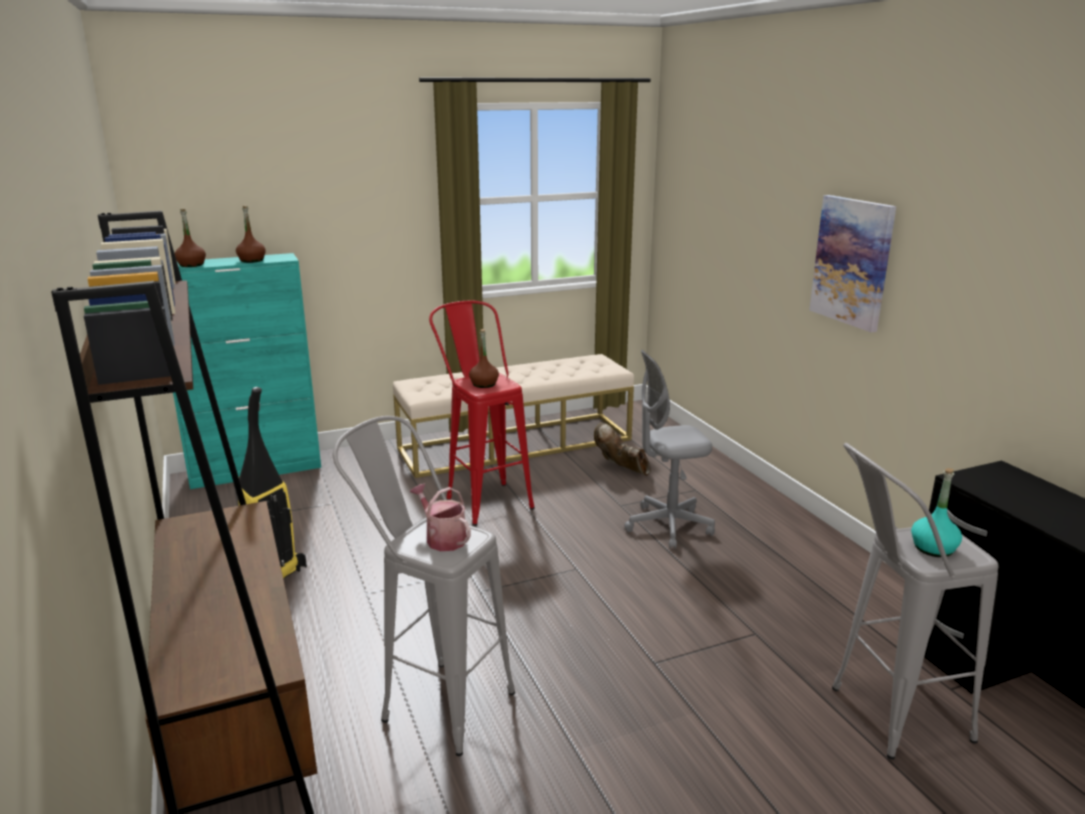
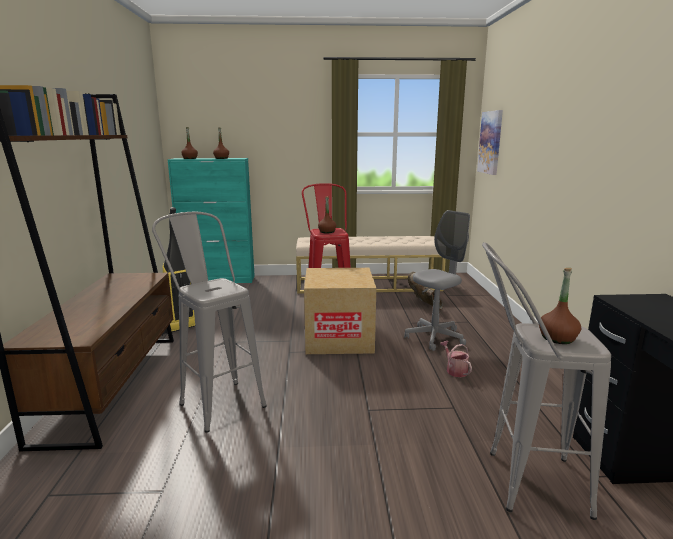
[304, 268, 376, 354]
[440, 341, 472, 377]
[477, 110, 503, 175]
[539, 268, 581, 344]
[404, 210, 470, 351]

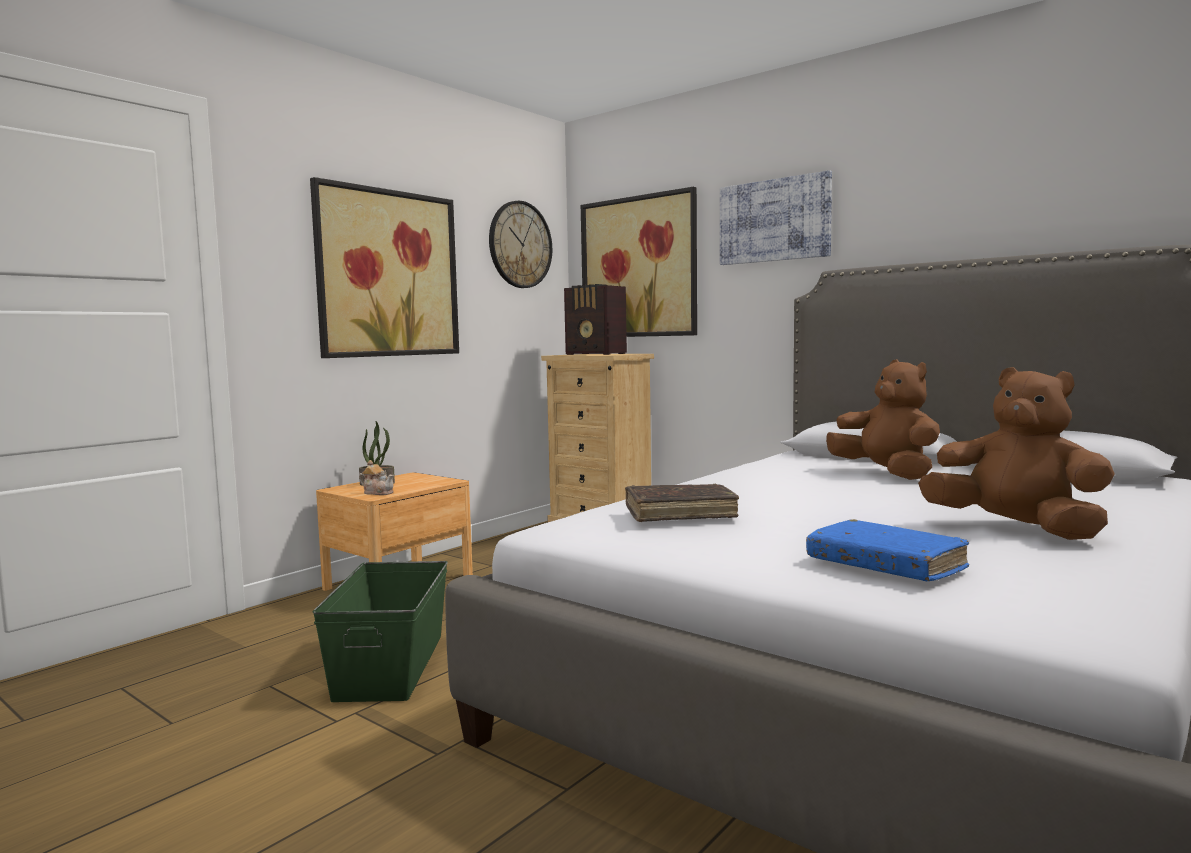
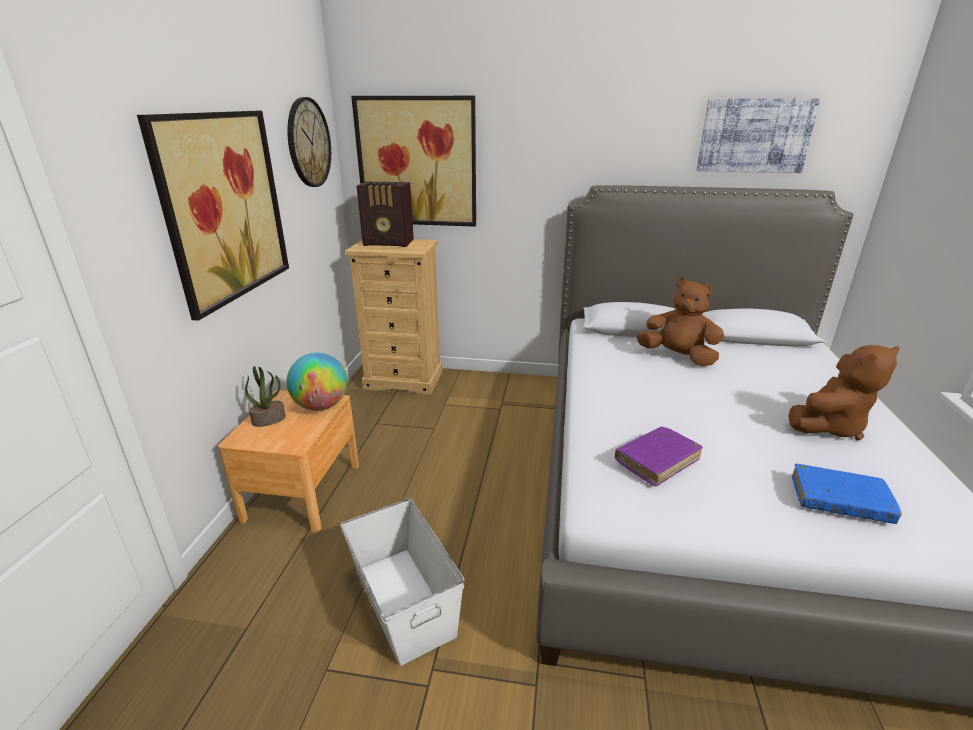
[359, 460, 394, 495] (first image)
[287, 353, 347, 411]
[697, 98, 821, 173]
[340, 498, 464, 666]
[615, 427, 703, 486]
[788, 345, 900, 441]

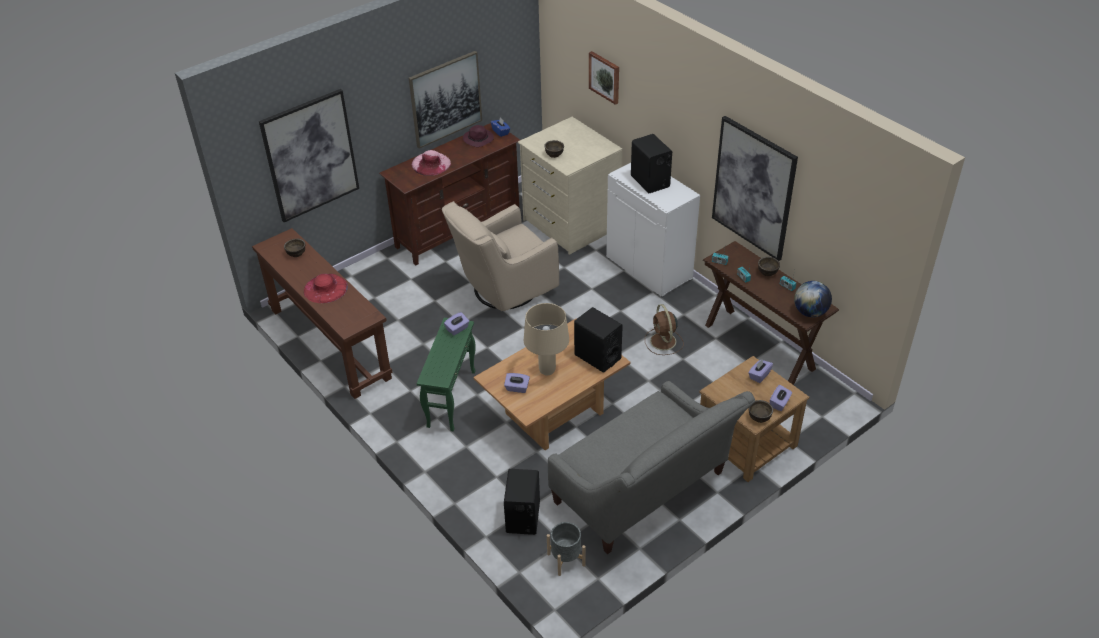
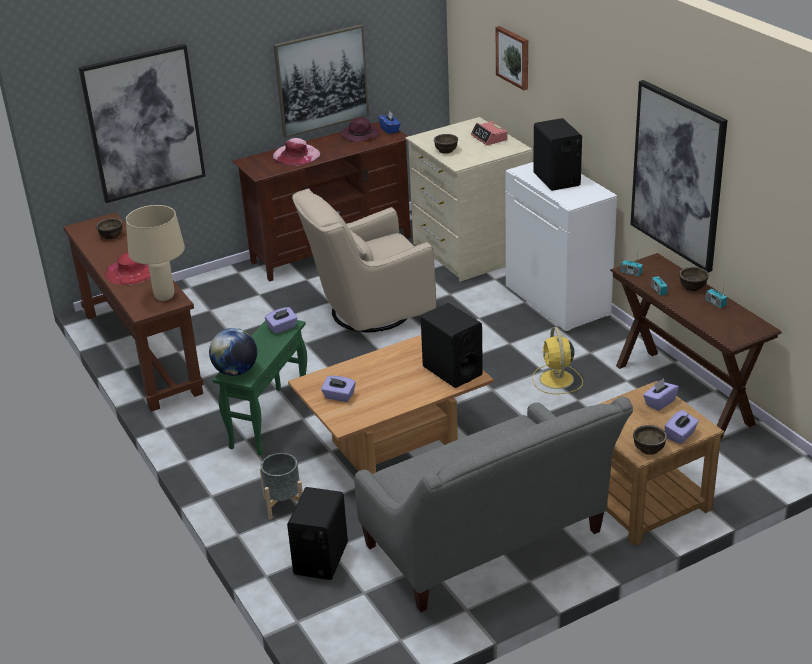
[471, 121, 507, 145]
[126, 205, 185, 301]
[260, 453, 303, 520]
[209, 328, 257, 376]
[532, 327, 583, 394]

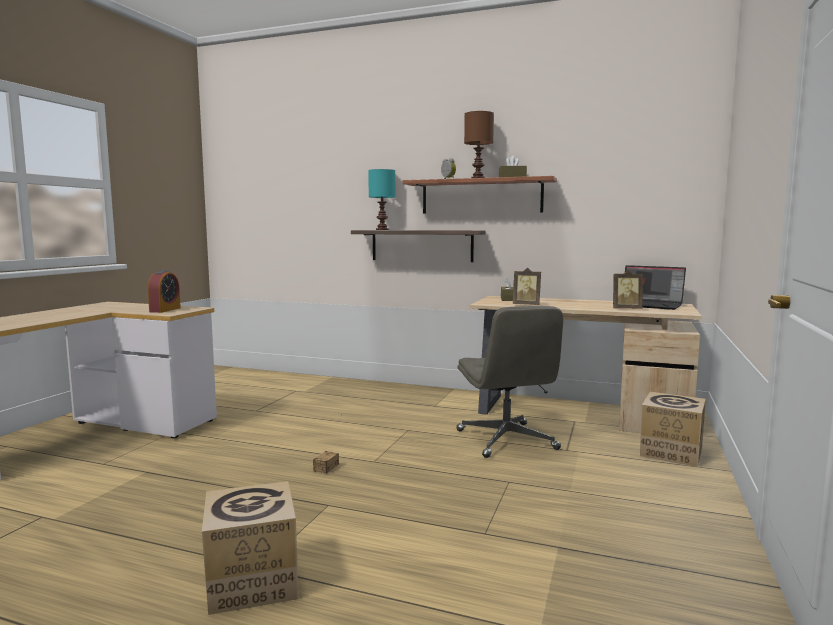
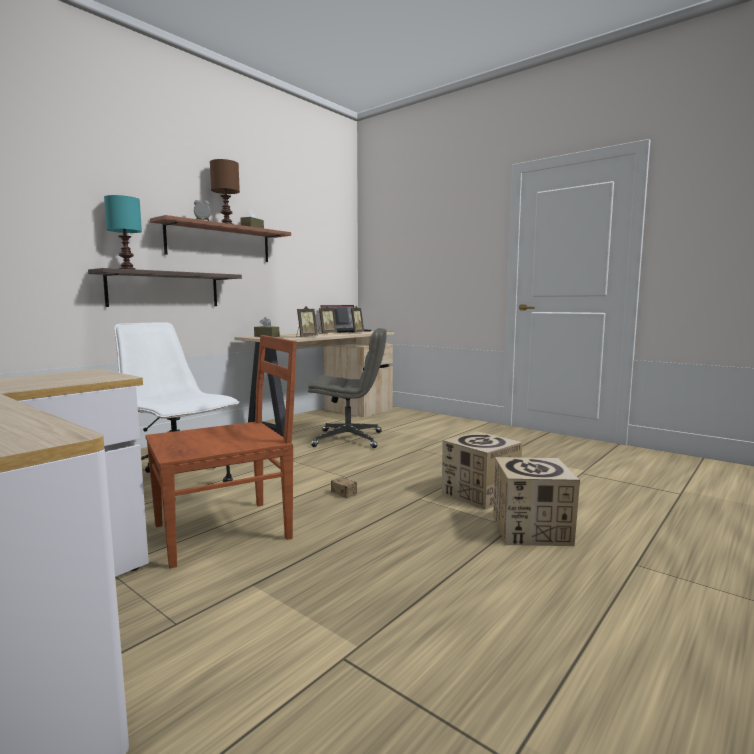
[148, 270, 181, 313] (first image)
[114, 322, 240, 482]
[145, 335, 297, 569]
[318, 306, 337, 334]
[442, 431, 523, 510]

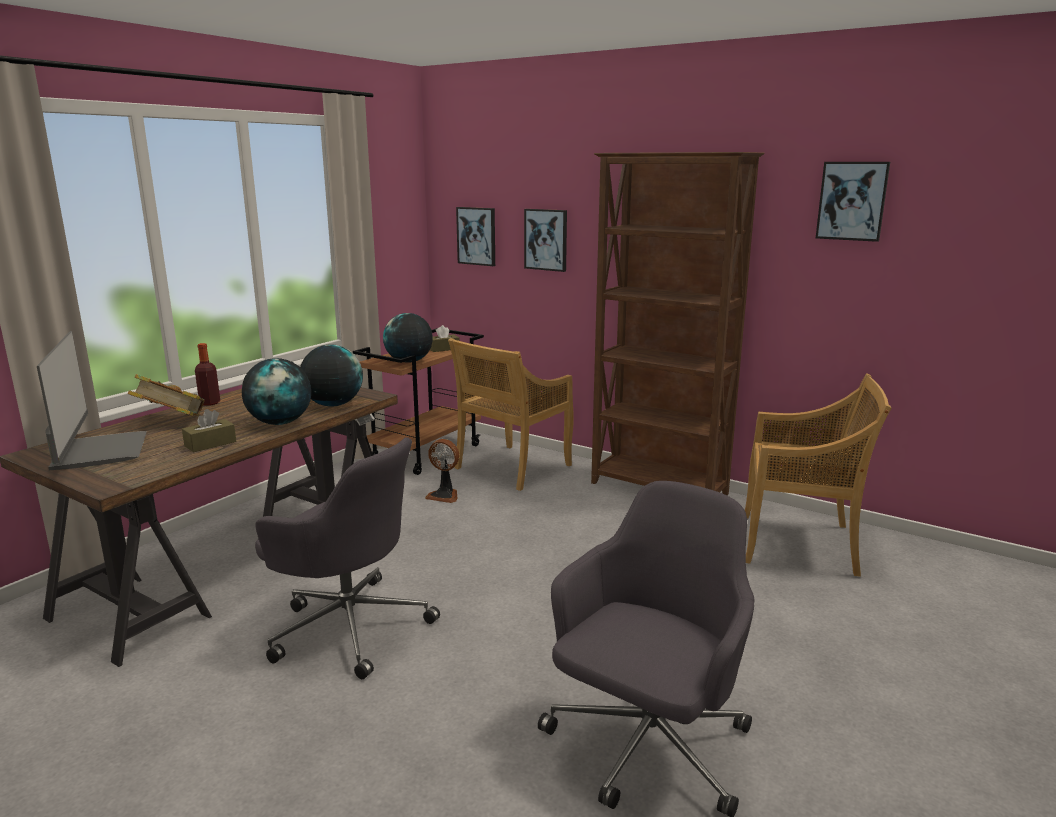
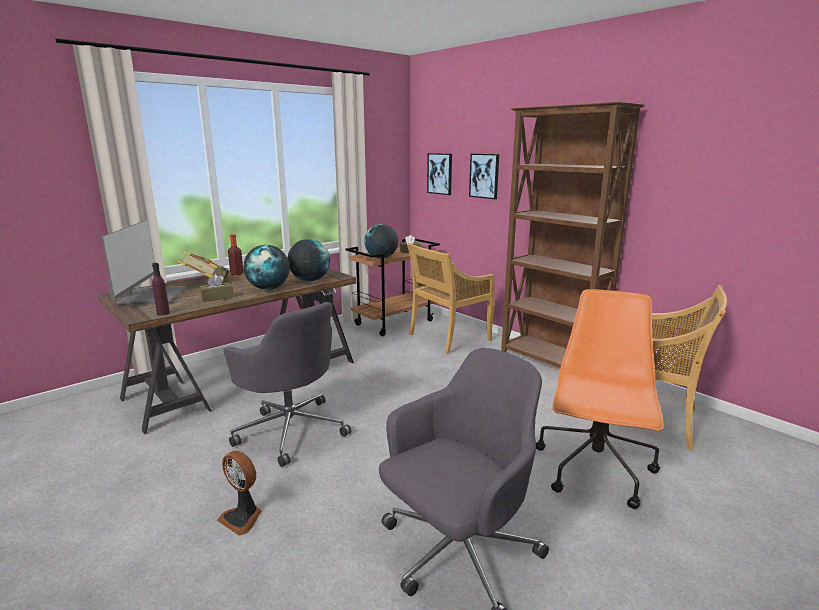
[816, 162, 890, 242] (first image)
[152, 263, 170, 316]
[536, 289, 664, 509]
[217, 451, 262, 535]

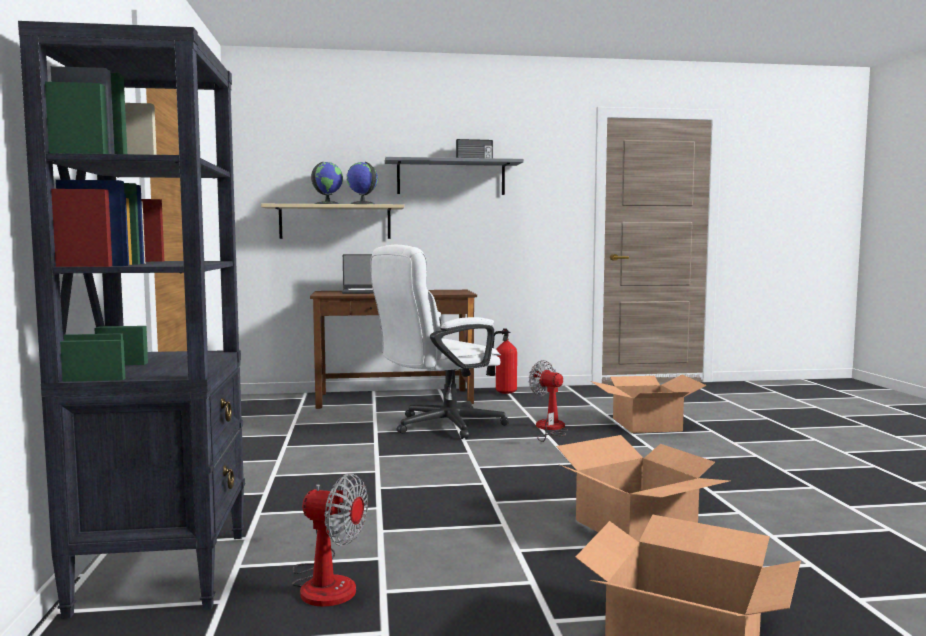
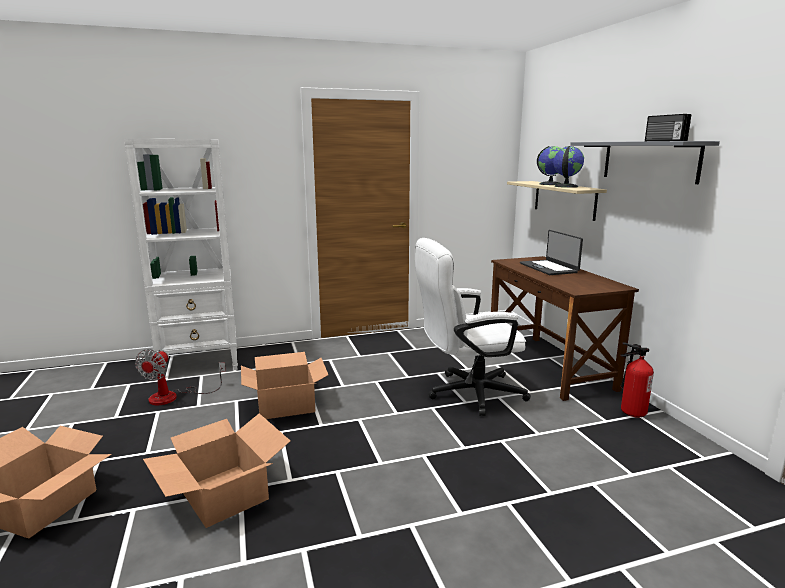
[529, 360, 568, 442] (first image)
[241, 352, 328, 419]
[124, 139, 238, 370]
[415, 238, 531, 416]

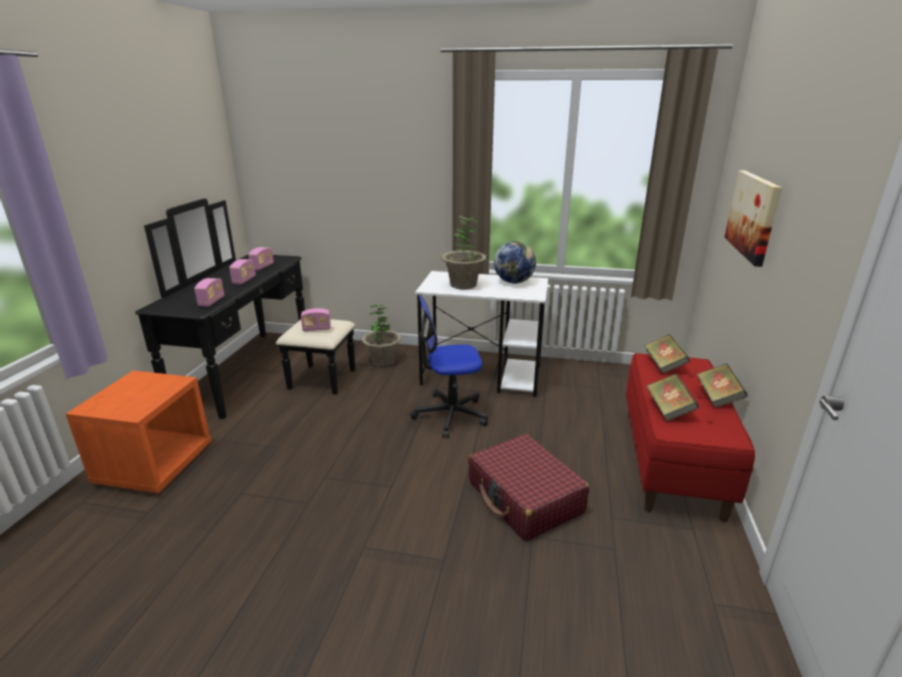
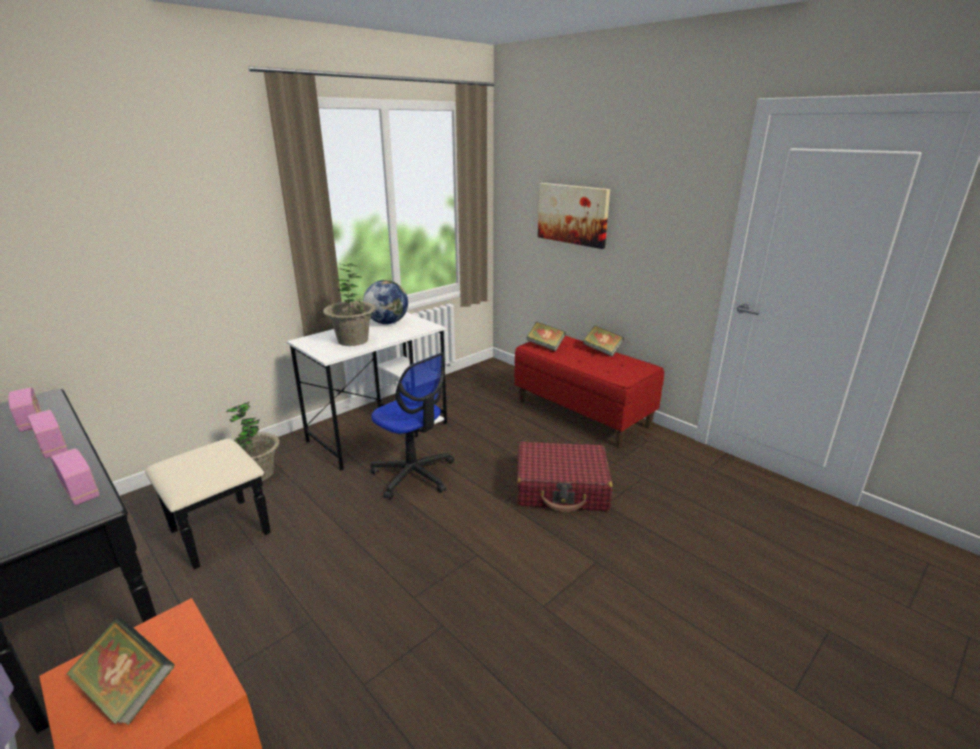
[301, 308, 331, 331] (first image)
[66, 618, 175, 725]
[371, 352, 454, 500]

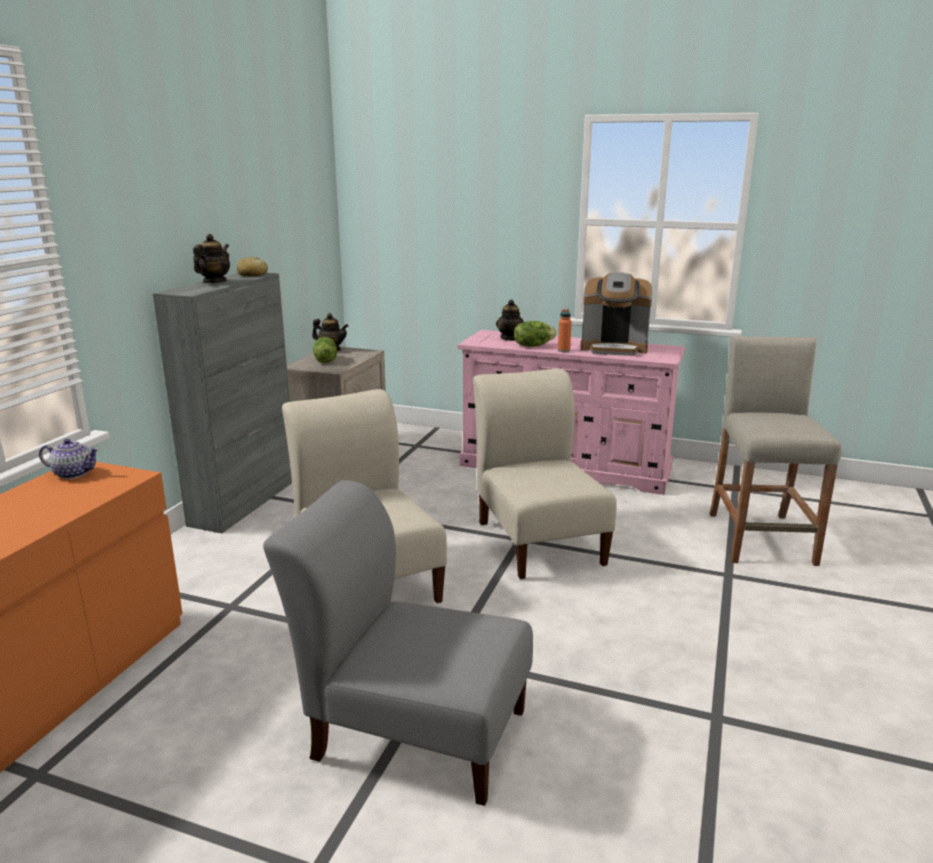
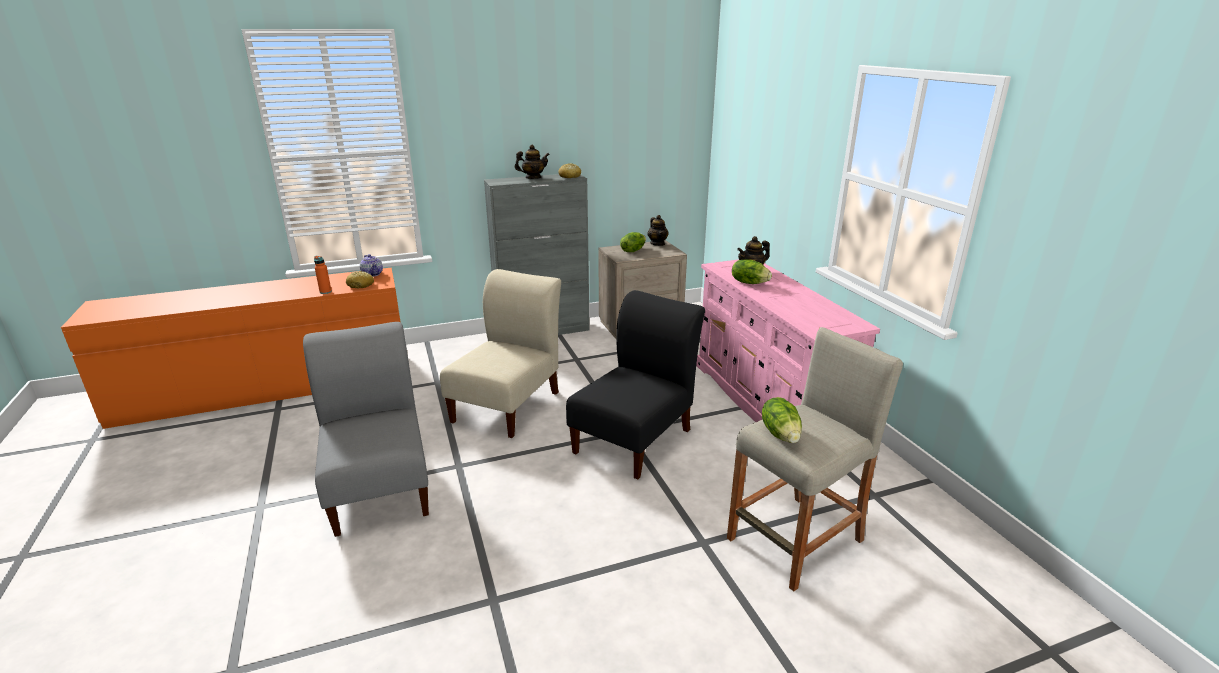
[581, 272, 652, 356] (first image)
[346, 271, 374, 289]
[762, 397, 802, 443]
[314, 256, 332, 294]
[566, 290, 705, 480]

